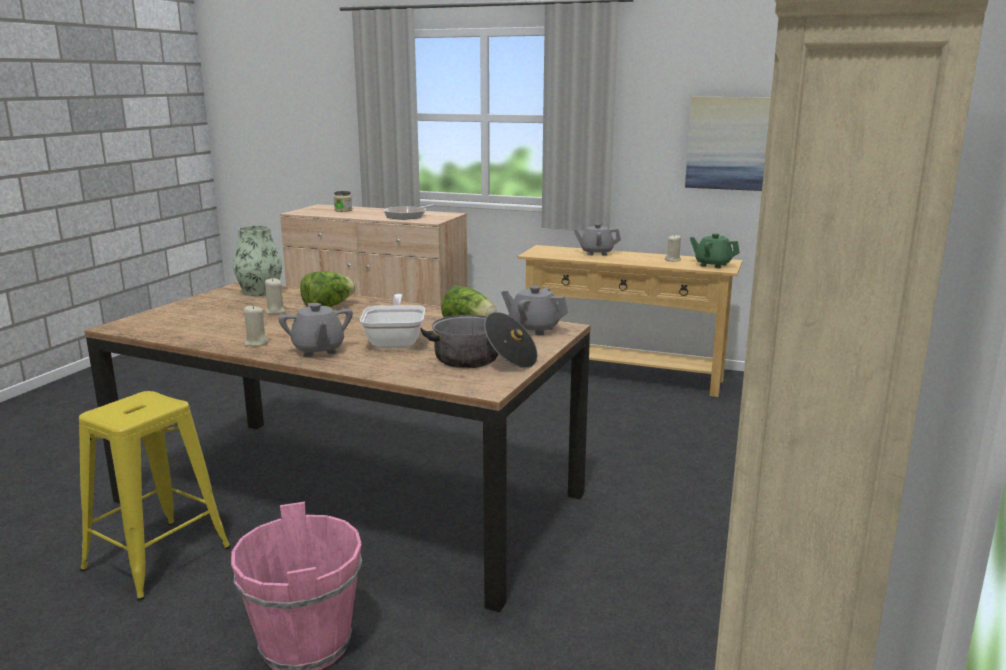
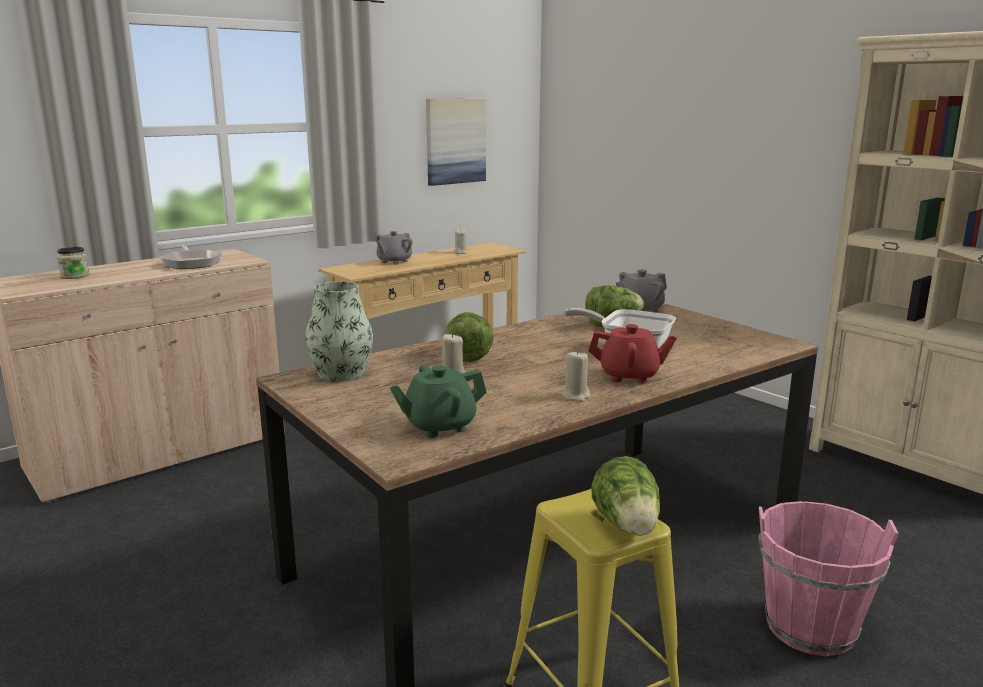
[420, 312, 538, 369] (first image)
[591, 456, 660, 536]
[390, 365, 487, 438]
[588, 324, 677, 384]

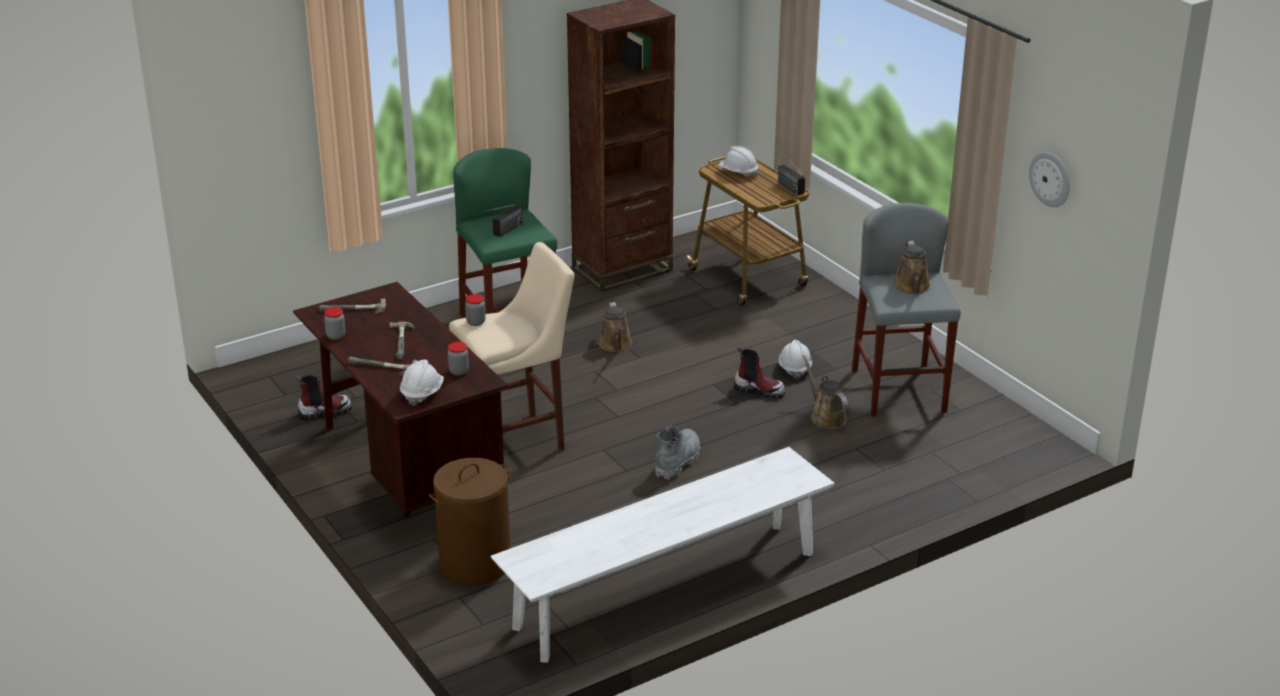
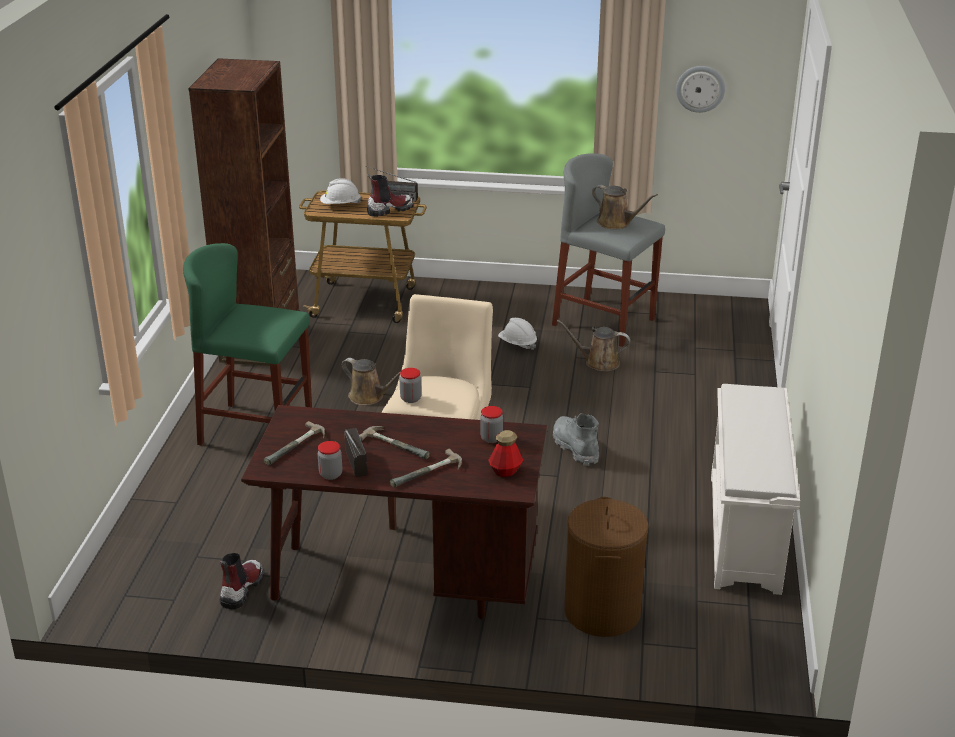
[344, 428, 367, 477]
[367, 174, 414, 217]
[488, 430, 523, 477]
[711, 384, 800, 595]

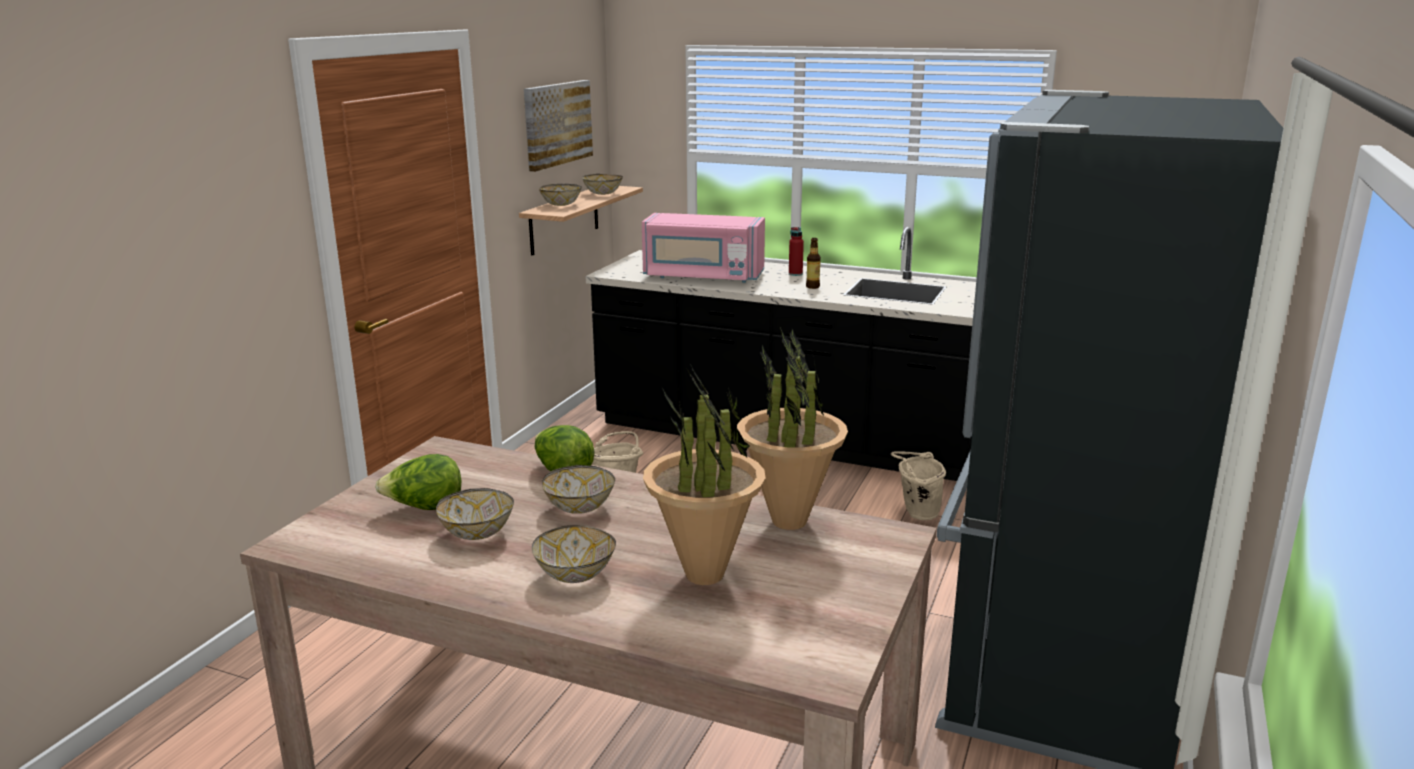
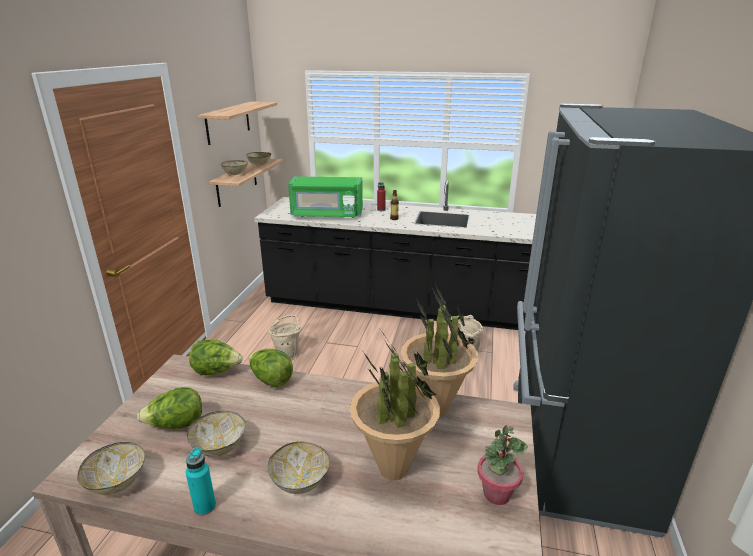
[186, 447, 216, 516]
[189, 340, 243, 375]
[477, 425, 528, 505]
[77, 442, 145, 495]
[198, 101, 277, 145]
[288, 176, 363, 218]

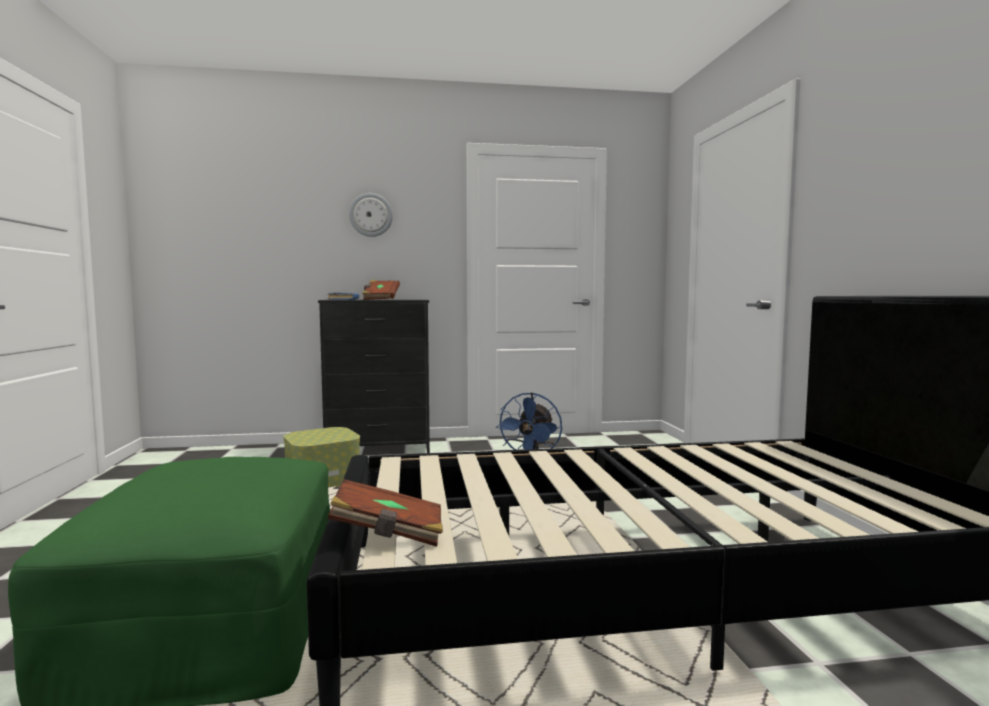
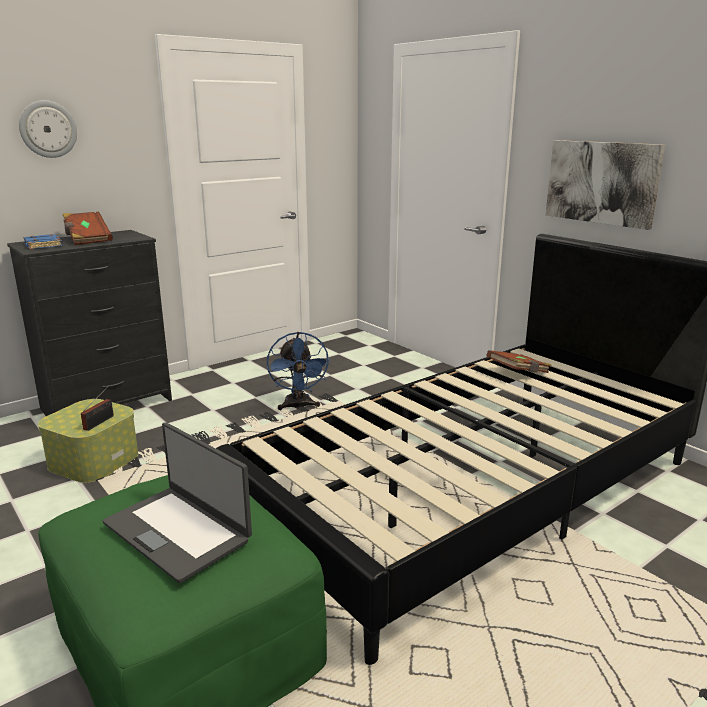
[81, 385, 114, 431]
[102, 422, 252, 583]
[546, 140, 665, 230]
[487, 350, 552, 373]

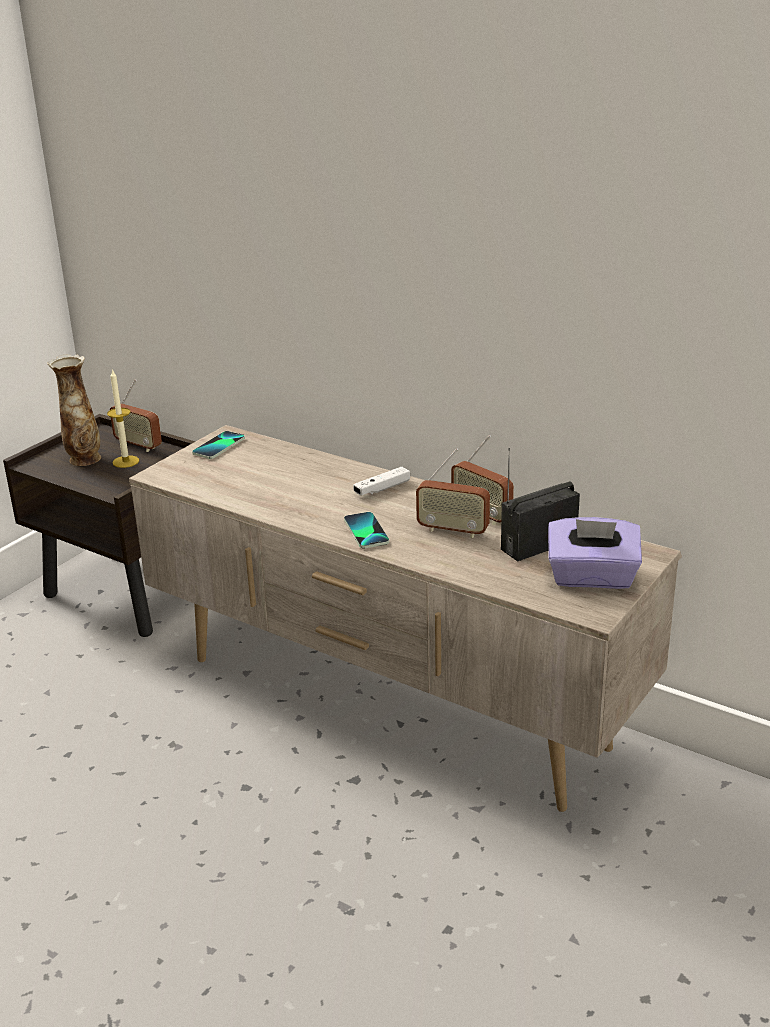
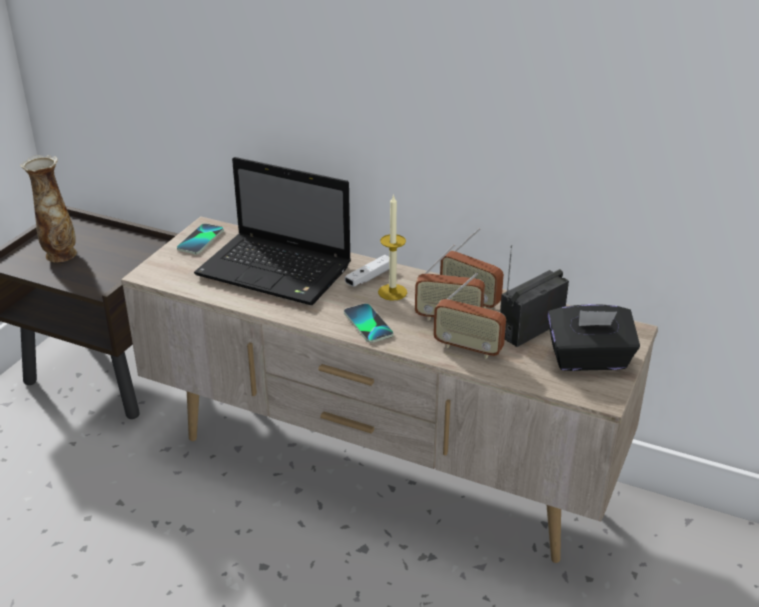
[194, 157, 351, 305]
[378, 194, 407, 301]
[433, 273, 506, 359]
[548, 304, 640, 371]

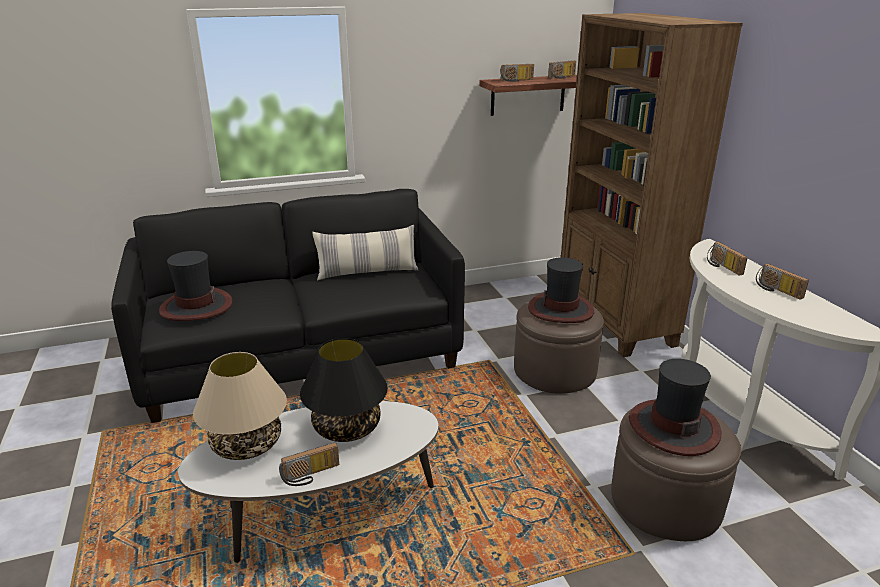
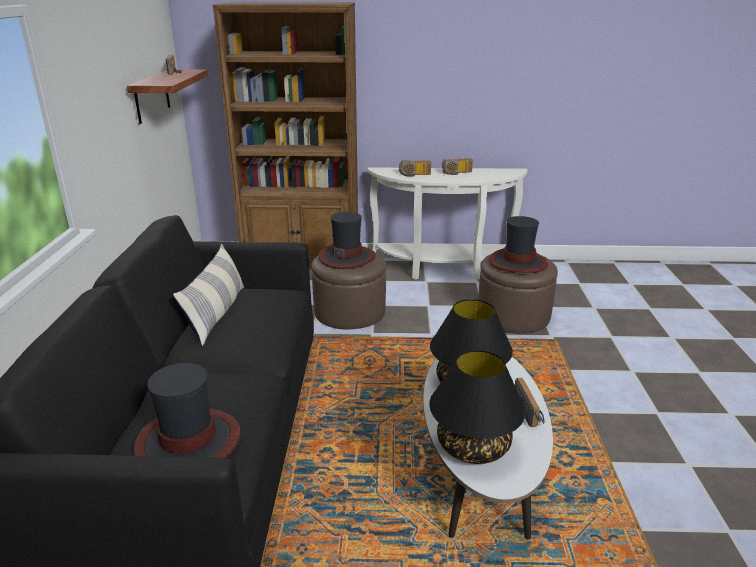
[500, 64, 534, 82] (first image)
[429, 350, 525, 464]

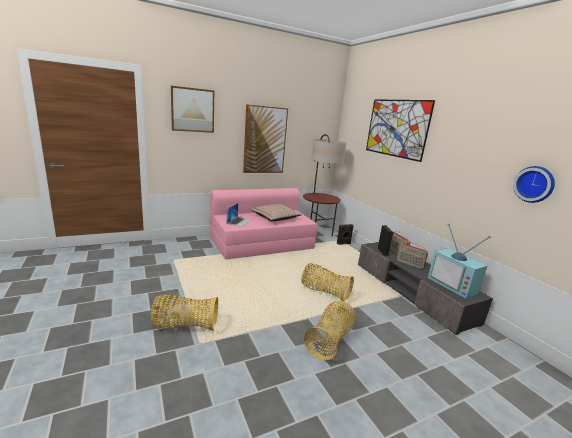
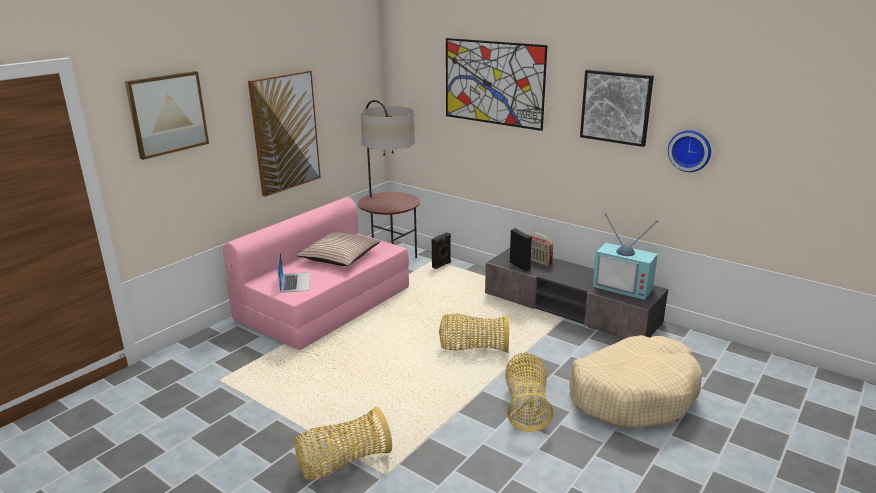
[397, 242, 428, 269] (first image)
[569, 335, 702, 429]
[580, 70, 654, 147]

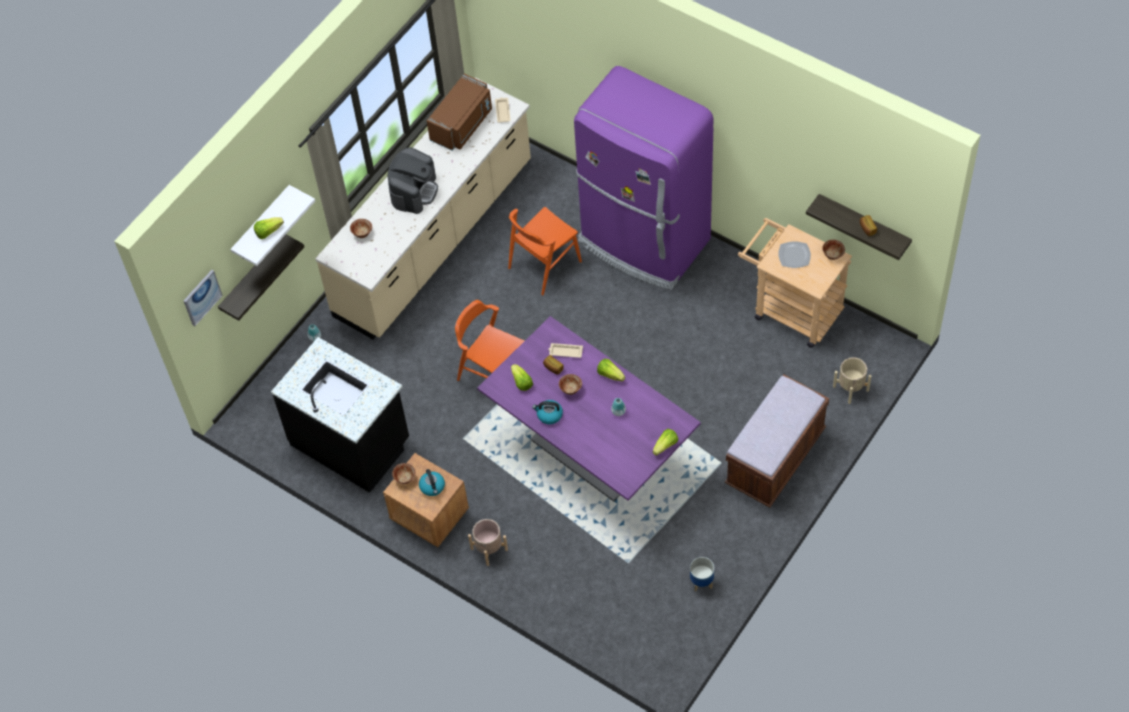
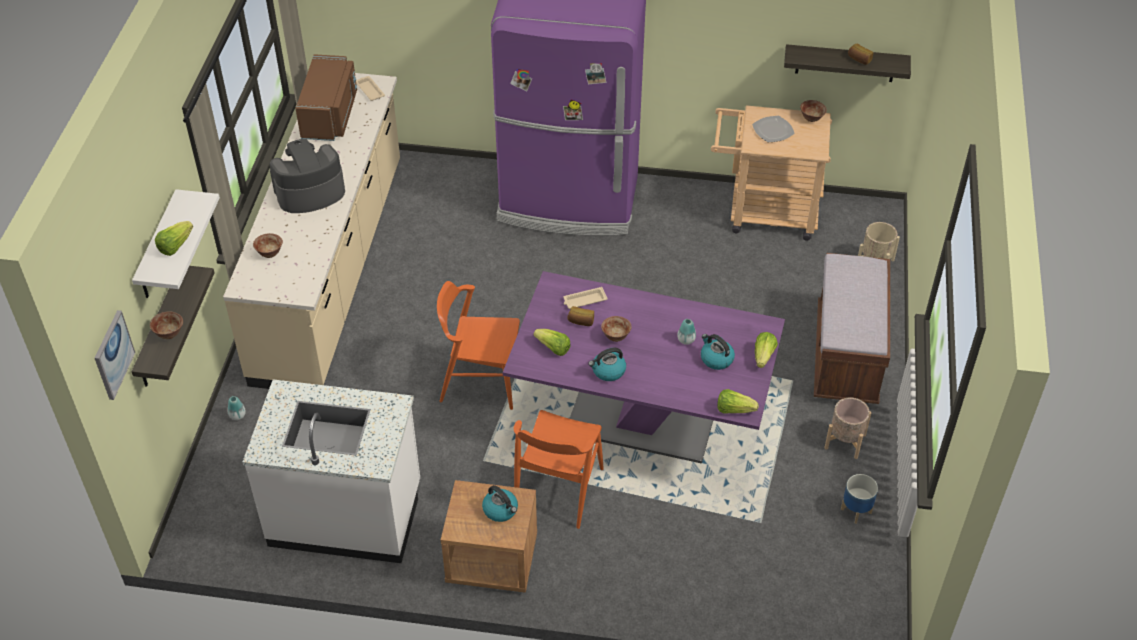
[701, 334, 735, 370]
[150, 312, 183, 339]
[824, 397, 871, 459]
[514, 410, 604, 529]
[717, 389, 759, 414]
[243, 380, 420, 563]
[270, 139, 345, 213]

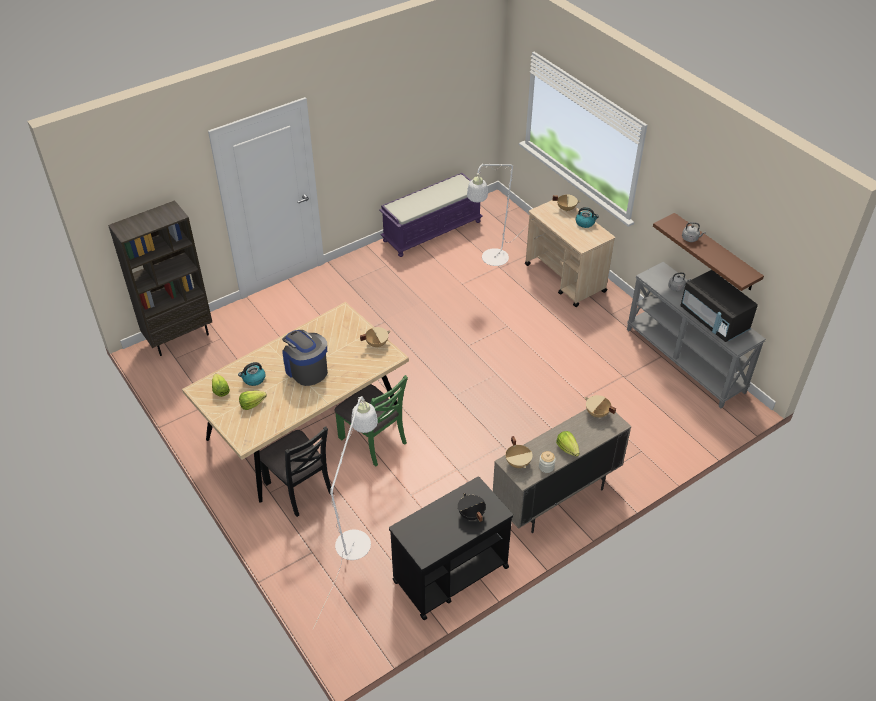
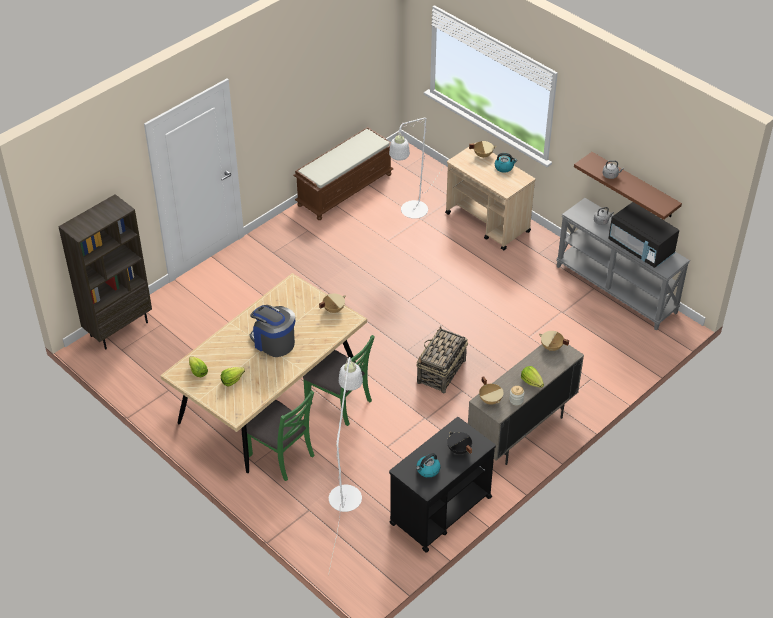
[416, 326, 468, 393]
[416, 453, 441, 478]
[246, 390, 315, 481]
[293, 127, 394, 220]

